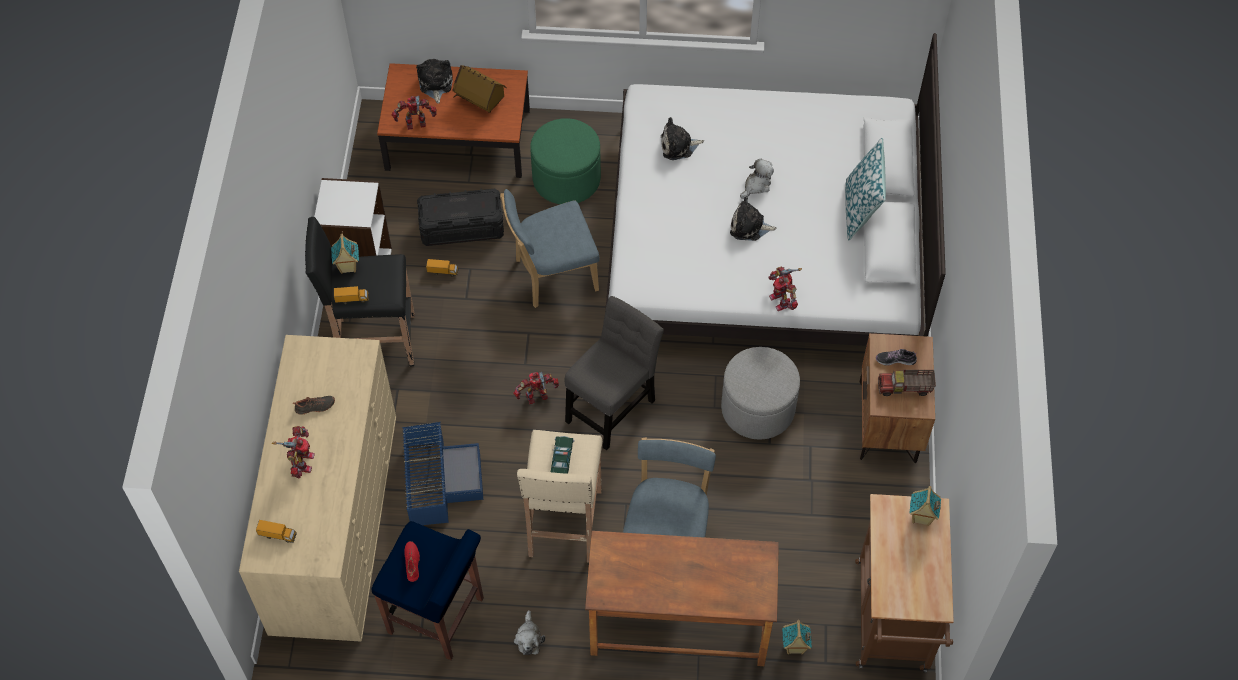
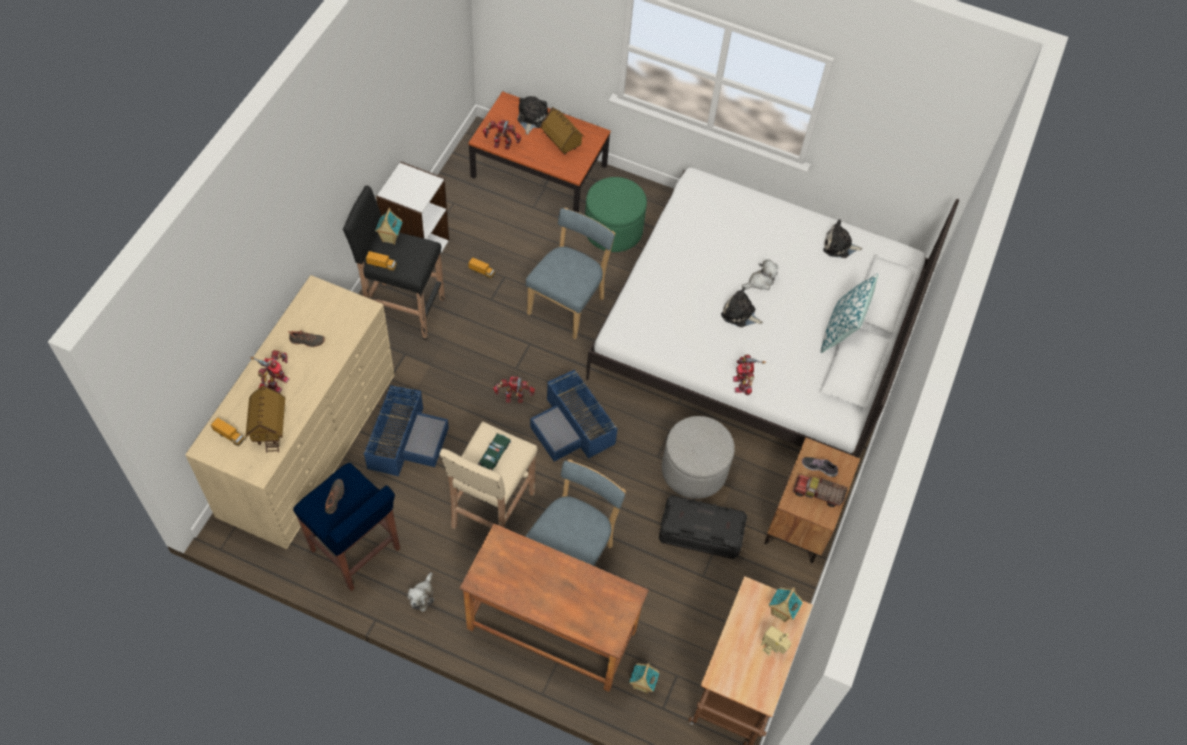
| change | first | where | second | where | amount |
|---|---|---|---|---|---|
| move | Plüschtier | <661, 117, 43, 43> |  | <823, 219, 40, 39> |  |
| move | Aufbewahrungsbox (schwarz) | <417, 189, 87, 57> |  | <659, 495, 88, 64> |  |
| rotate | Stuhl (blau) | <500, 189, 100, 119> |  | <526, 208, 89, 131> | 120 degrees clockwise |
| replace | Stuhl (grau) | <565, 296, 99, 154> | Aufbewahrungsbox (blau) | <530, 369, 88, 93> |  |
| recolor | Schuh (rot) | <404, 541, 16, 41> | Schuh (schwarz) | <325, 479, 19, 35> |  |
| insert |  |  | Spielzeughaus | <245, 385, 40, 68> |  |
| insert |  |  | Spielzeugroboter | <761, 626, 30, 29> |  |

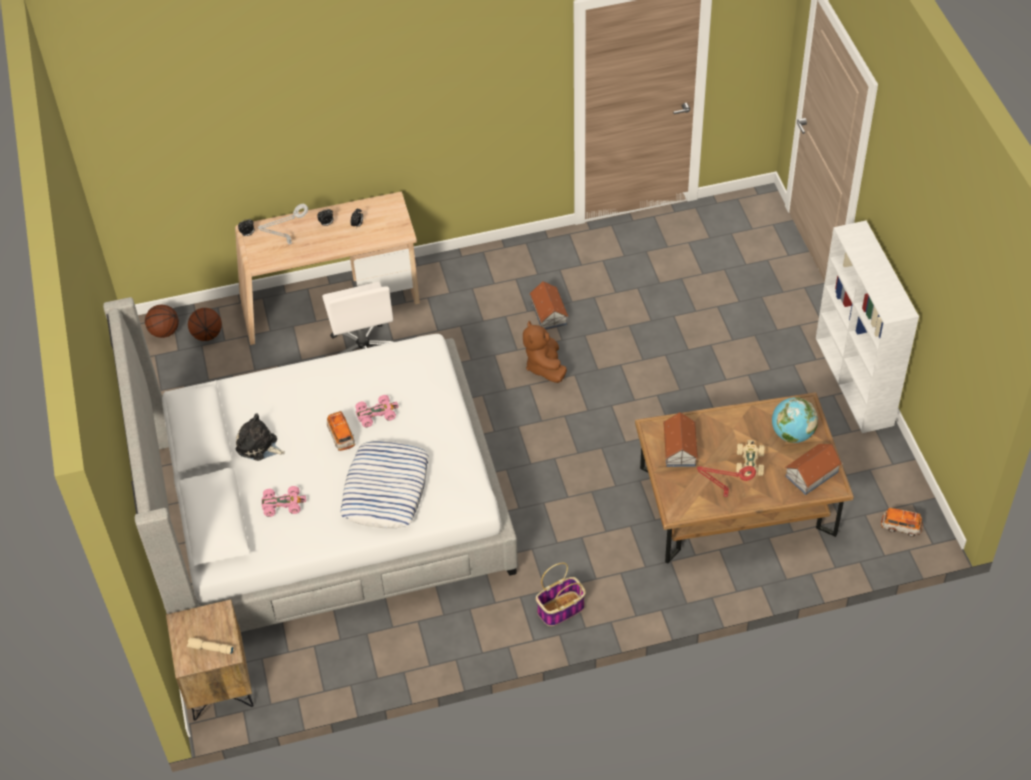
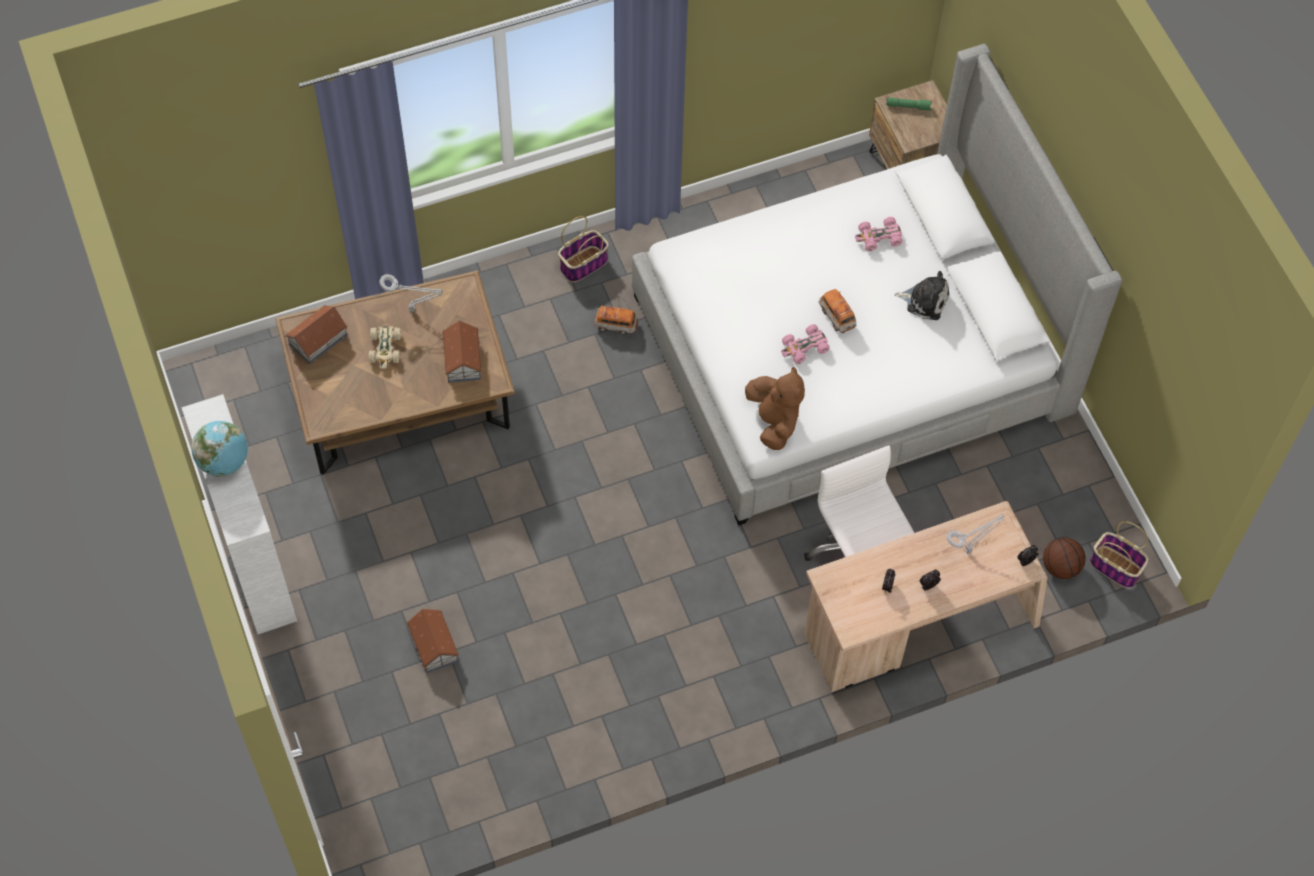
| change | first | where | second | where | amount |
|---|---|---|---|---|---|
| move | Spielzeughaus | <529, 281, 39, 49> |  | <407, 609, 52, 64> |  |
| replace | Basketball | <145, 305, 34, 33> | Korb | <1090, 521, 59, 67> |  |
| move | Plüschtier (braun) | <523, 320, 44, 63> |  | <745, 366, 60, 84> |  |
| move | Globus | <772, 397, 46, 46> |  | <191, 421, 57, 56> |  |
| delete | Kissen | <340, 441, 89, 87> |  |  |  |
| recolor | Tischlampe (rot) | <697, 466, 59, 31> | Tischlampe (grau) | <379, 274, 64, 38> |  |
| move | Spielzeugauto | <881, 508, 42, 29> |  | <594, 305, 44, 30> |  |
| recolor | Taschenlampe (beige) | <187, 637, 47, 17> | Taschenlampe (grün) | <886, 98, 46, 12> |  |

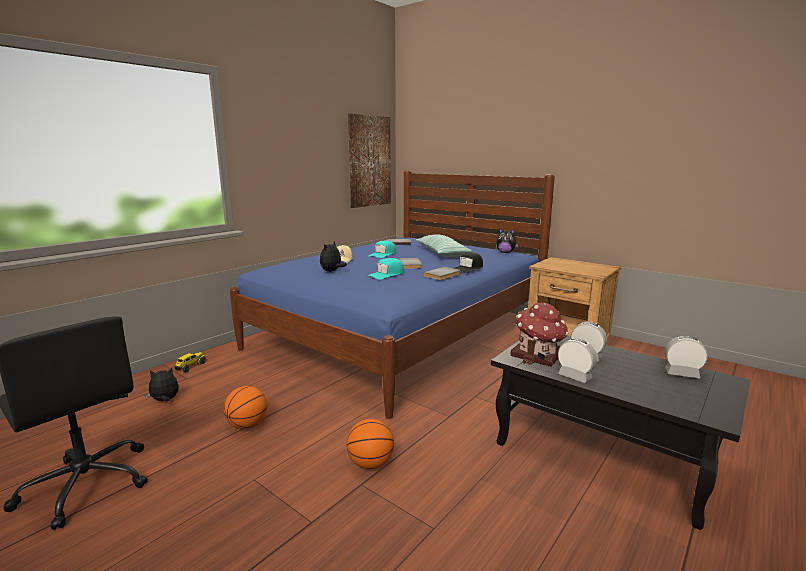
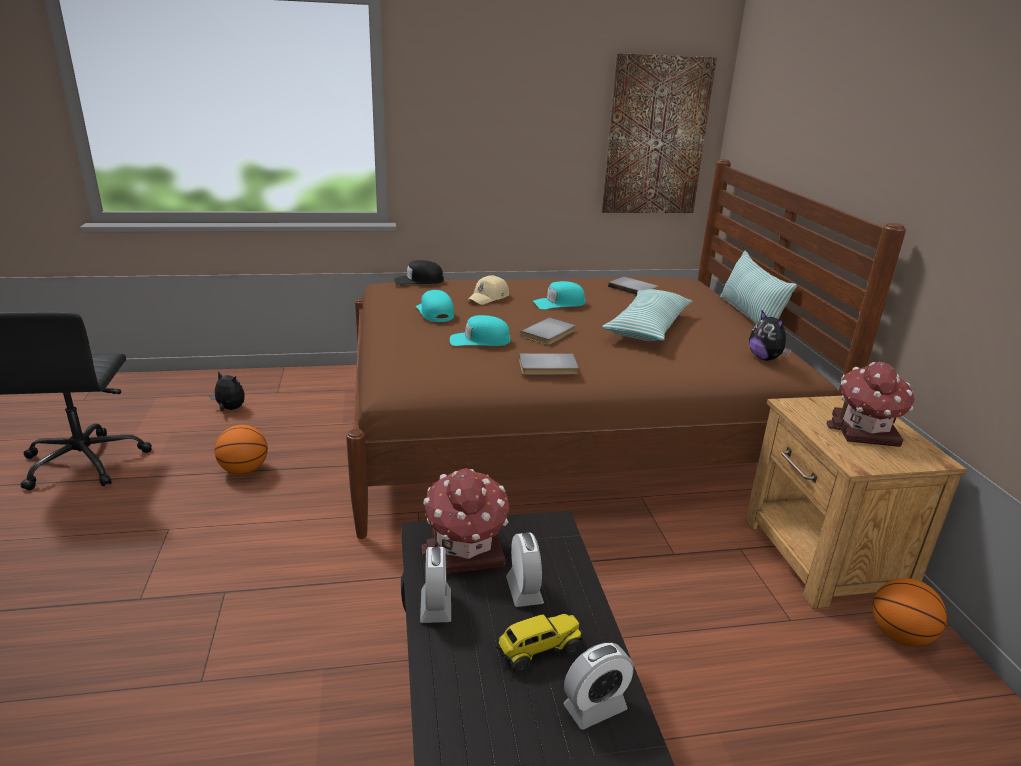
| change | first | where | second | where | amount |
|---|---|---|---|---|---|
| recolor | Bett (blau) | <230, 170, 325, 249> | Bett (braun) | <346, 159, 560, 380> |  |
| replace | Plüschtier | <320, 241, 27, 31> | Kappe (türkis) | <416, 290, 38, 32> |  |
| move | Kappe (schwarz) | <454, 253, 29, 20> |  | <394, 260, 50, 25> |  |
| rotate | Wecker | <665, 336, 43, 43> |  | <563, 643, 71, 87> | 90 degrees clockwise |
| move | Spielzeuglaster | <174, 352, 32, 20> |  | <494, 614, 90, 60> |  |
| move | Basketball | <346, 419, 48, 50> |  | <872, 578, 75, 68> |  |
| insert |  |  | Kissen | <720, 251, 77, 73> |  |
| insert |  |  | Spielzeughaus | <827, 361, 88, 86> |  |

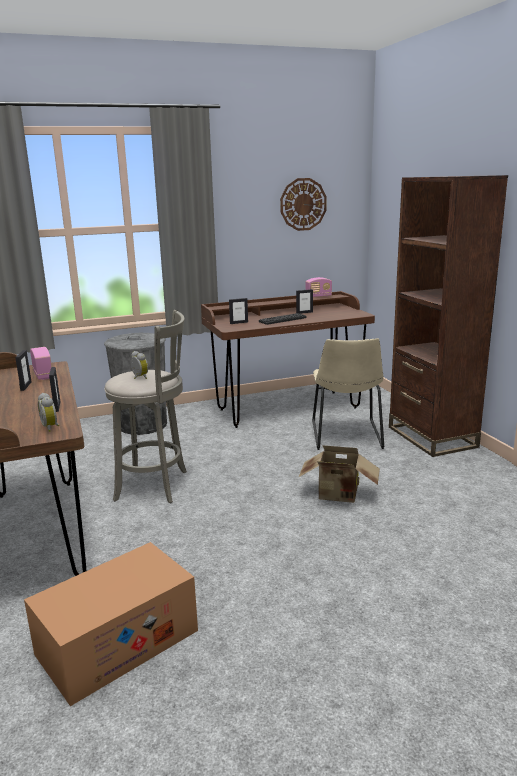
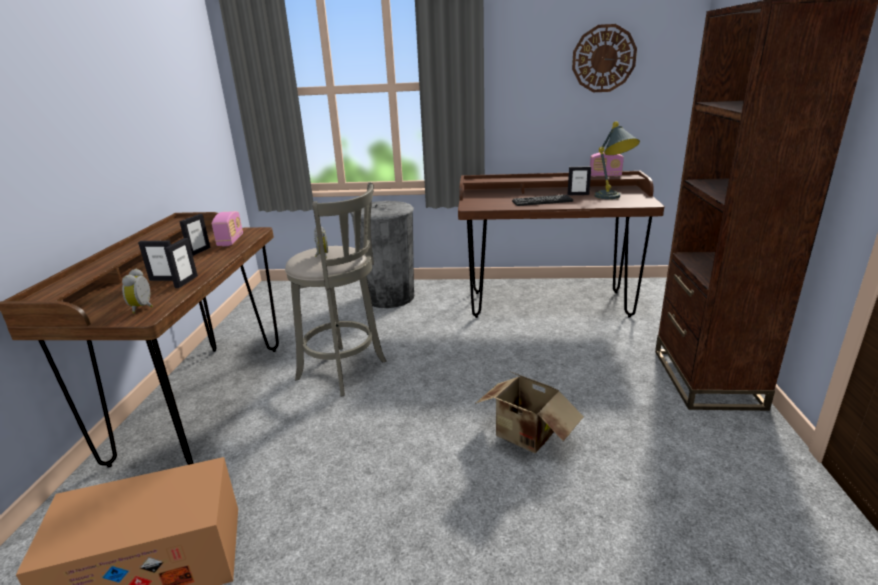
| change | first | where | second | where | amount |
|---|---|---|---|---|---|
| move | Bilderrahmen | <229, 298, 19, 26> |  | <138, 241, 35, 40> |  |
| delete | Stuhl (beige) | <312, 338, 73, 112> |  |  |  |
| insert |  |  | Tischlampe (grau) | <595, 121, 45, 78> |  |

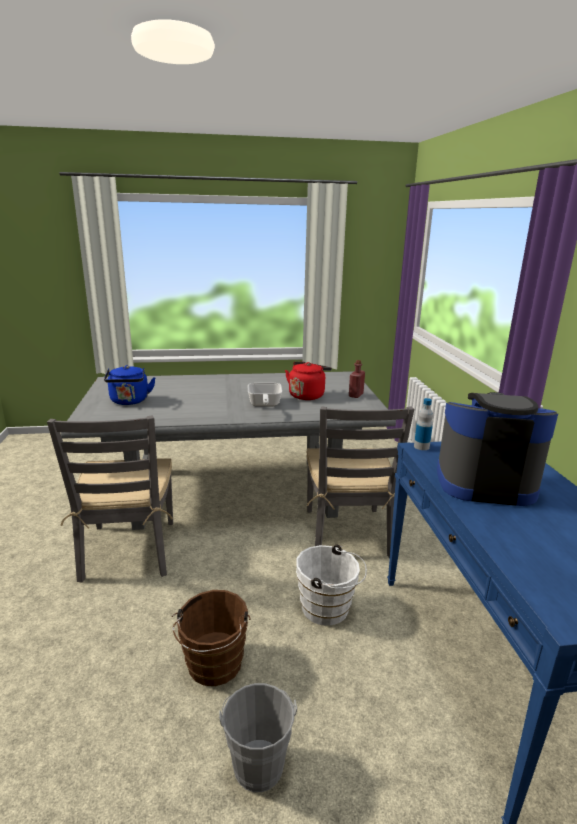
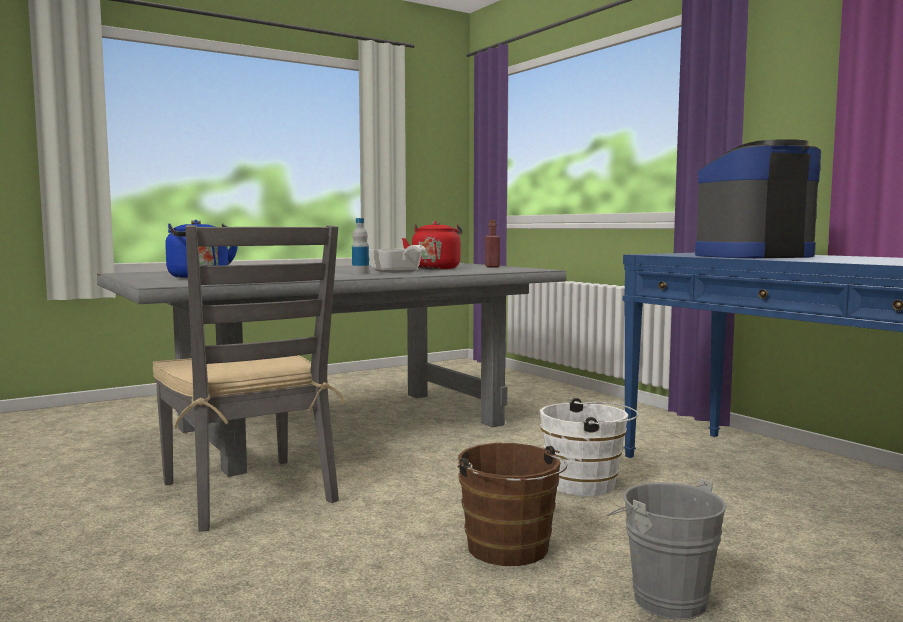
| change | first | where | second | where | amount |
|---|---|---|---|---|---|
| move | Flasche | <414, 398, 19, 52> |  | <352, 218, 17, 56> |  |
| delete | Stuhl (grau) | <307, 406, 107, 152> |  |  |  |

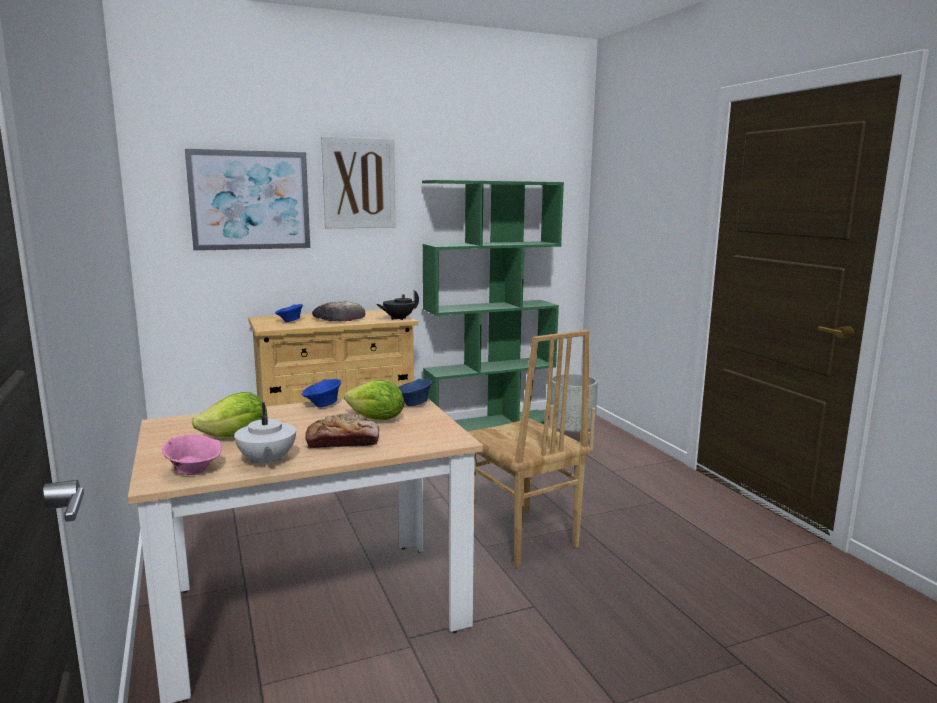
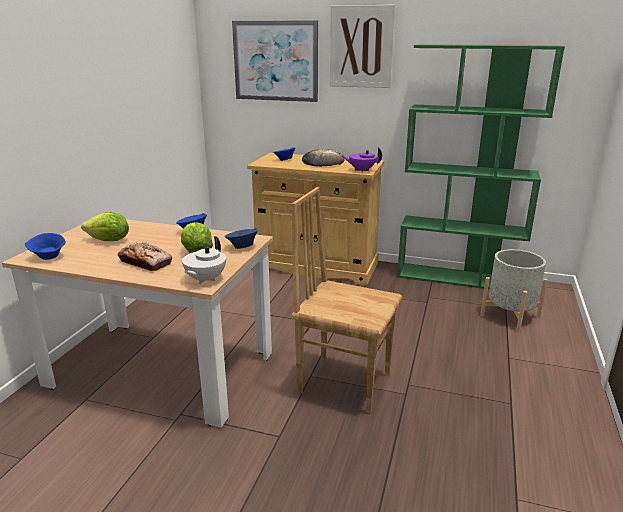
| change | first | where | second | where | amount |
|---|---|---|---|---|---|
| recolor | Teekanne (schwarz) | <376, 290, 43, 30> | Teekanne (lila) | <342, 147, 40, 25> |  |
| rotate | Stuhl (braun) | <467, 330, 123, 238> |  | <292, 187, 110, 226> | 105 degrees clockwise |
| move | Teekanne (weiß) | <234, 402, 62, 65> |  | <182, 236, 44, 48> |  |
| recolor | Schüssel (rosa) | <162, 435, 59, 40> | Schüssel (blau) | <25, 233, 41, 27> |  |

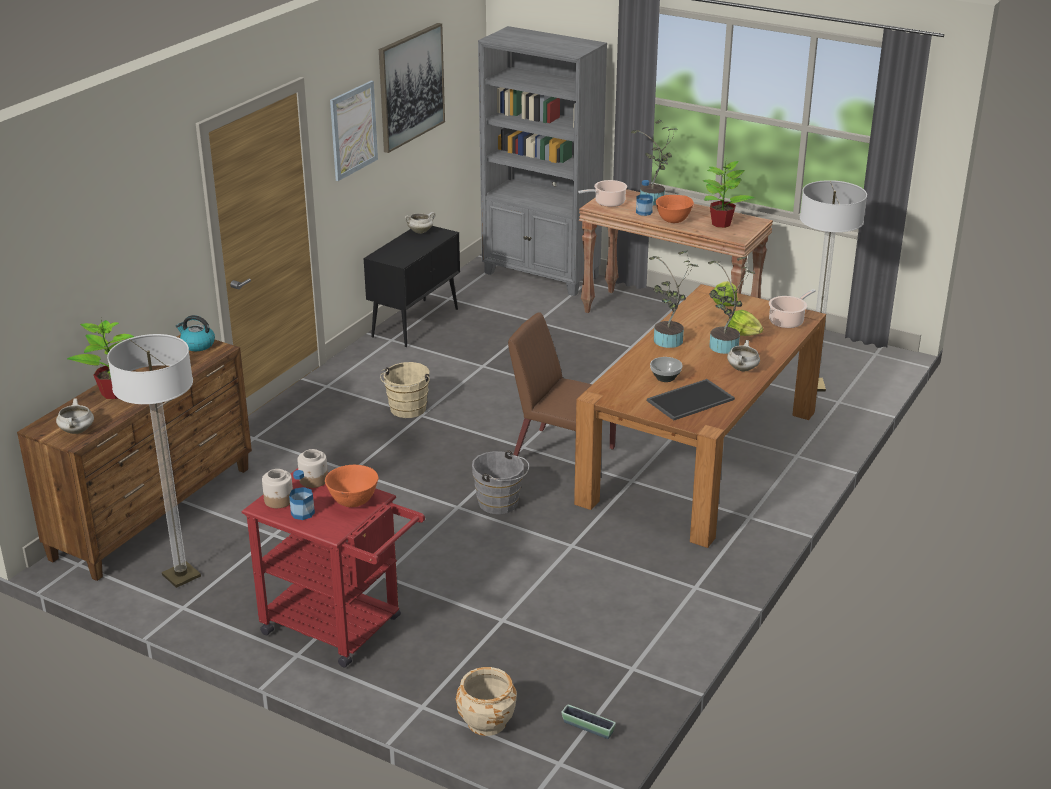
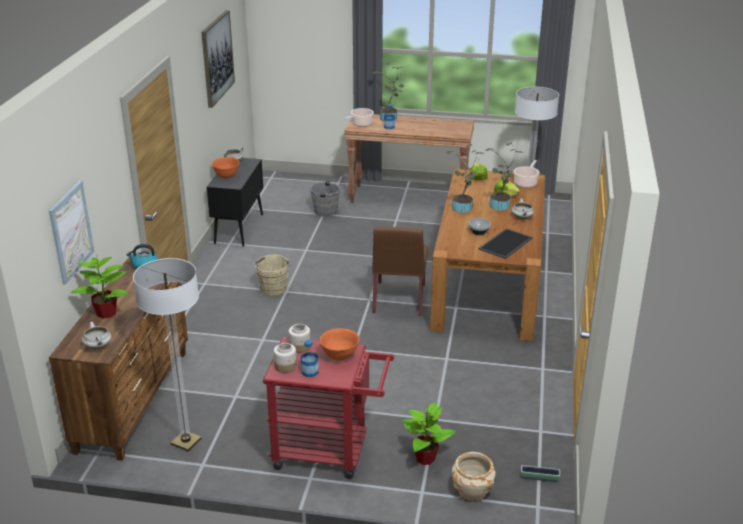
| change | first | where | second | where | amount |
|---|---|---|---|---|---|
| delete | Bücherregal (grau) | <478, 26, 129, 270> |  |  |  |
| move | Bild | <330, 81, 48, 100> |  | <49, 181, 45, 104> |  |
| move | Topfpflanze | <703, 161, 52, 67> |  | <403, 402, 53, 63> |  |
| move | Schüssel (orange) | <656, 195, 38, 28> |  | <212, 157, 28, 21> |  |
| rotate | Stuhl (braun) | <508, 312, 108, 144> |  | <372, 227, 56, 89> | 90 degrees counterclockwise |
| move | Eimer (grau) | <472, 450, 57, 64> |  | <310, 181, 34, 36> |  |

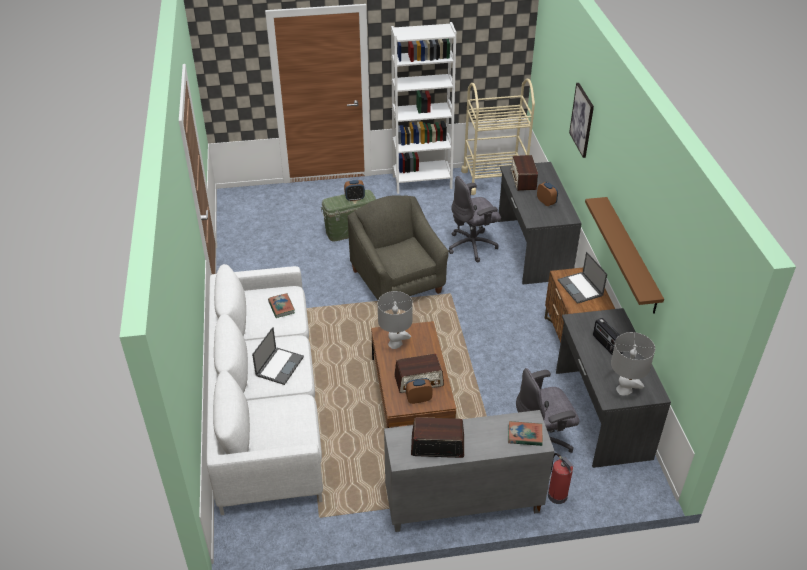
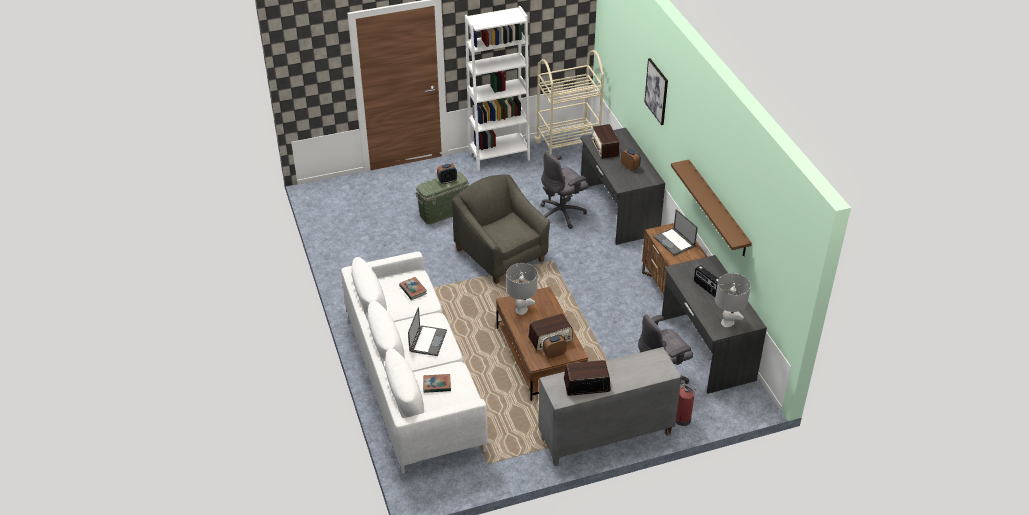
| change | first | where | second | where | amount |
|---|---|---|---|---|---|
| move | Buch | <508, 421, 35, 25> |  | <423, 374, 28, 19> |  |

